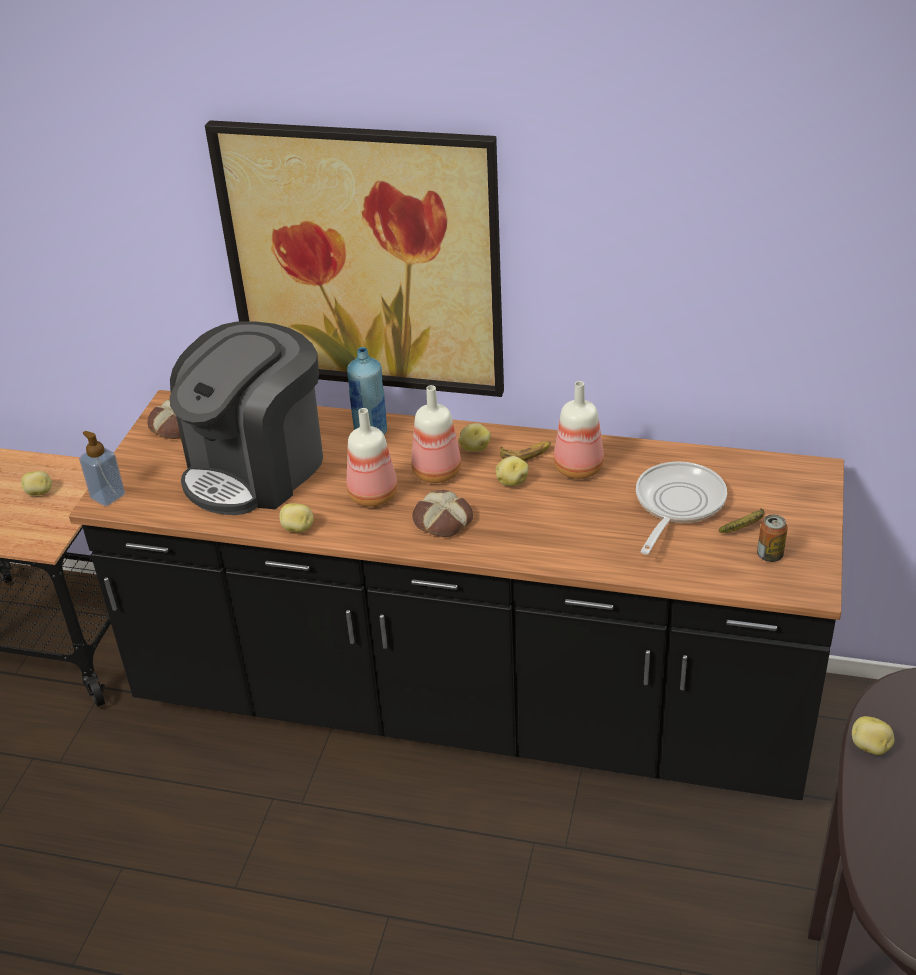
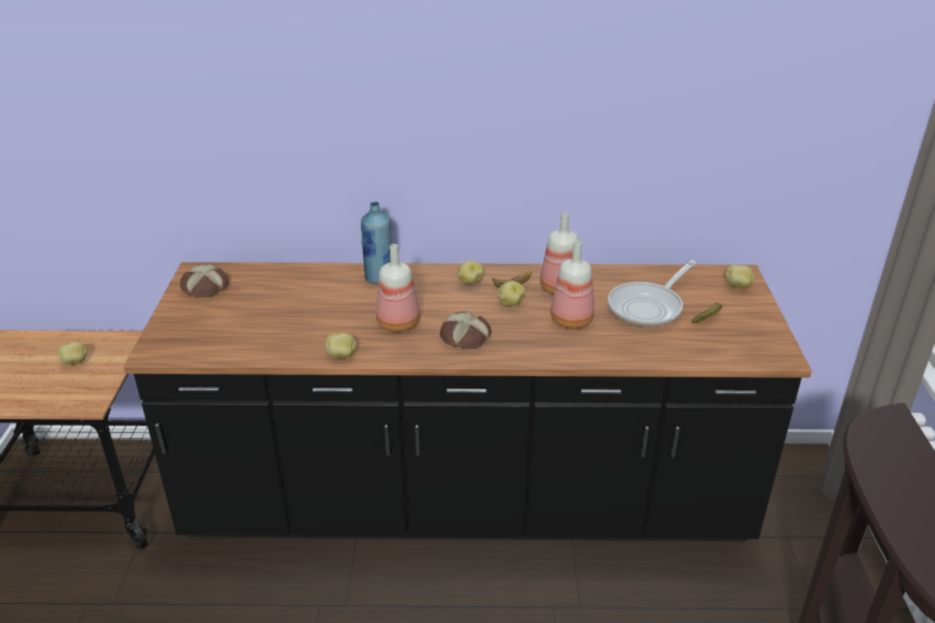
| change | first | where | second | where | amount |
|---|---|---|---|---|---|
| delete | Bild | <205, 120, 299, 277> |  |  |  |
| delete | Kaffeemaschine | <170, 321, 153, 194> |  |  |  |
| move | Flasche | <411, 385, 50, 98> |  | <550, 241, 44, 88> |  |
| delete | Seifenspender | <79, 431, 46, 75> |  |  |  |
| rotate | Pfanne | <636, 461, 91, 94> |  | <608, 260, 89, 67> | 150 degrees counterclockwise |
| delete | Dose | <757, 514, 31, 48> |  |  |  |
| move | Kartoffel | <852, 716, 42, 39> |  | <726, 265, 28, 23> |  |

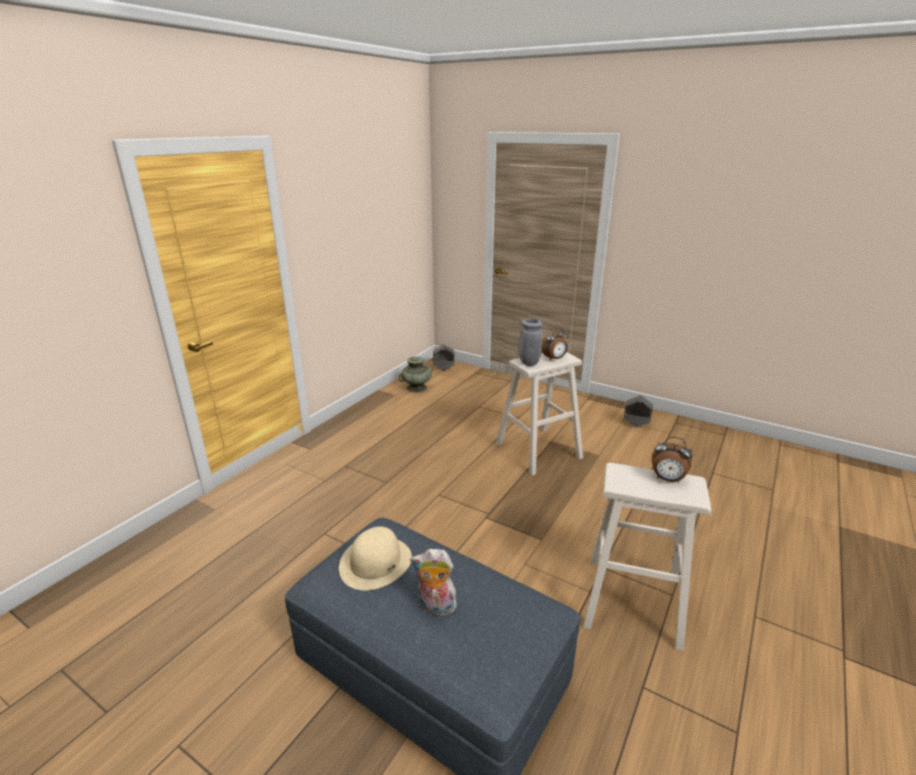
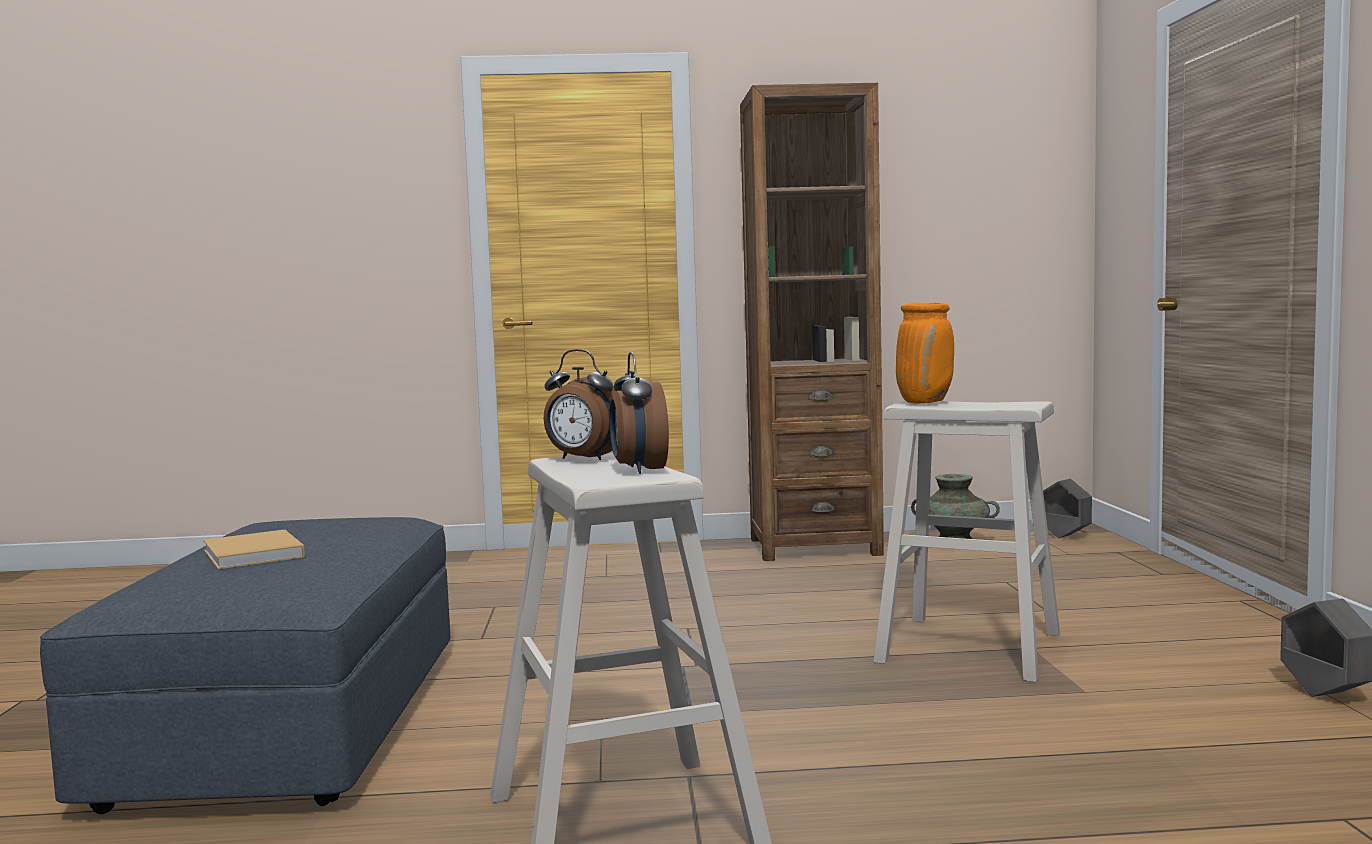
| change | first | where | second | where | amount |
|---|---|---|---|---|---|
| recolor | Vase (grau) | <519, 318, 24, 48> | Vase (orange) | <896, 303, 58, 101> |  |
| move | Wecker | <542, 327, 26, 33> |  | <544, 349, 72, 111> |  |
| delete | Hut (beige) | <339, 526, 73, 65> |  |  |  |
| replace | Plüschtier | <410, 549, 47, 67> | Buch (beige) | <203, 529, 102, 40> |  |
| insert |  |  | Bücherregal (braun) | <740, 83, 144, 478> |  |

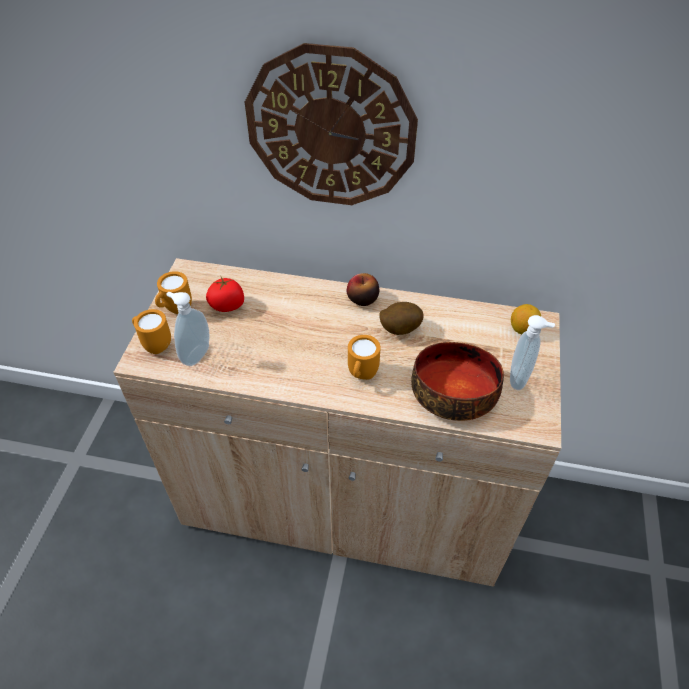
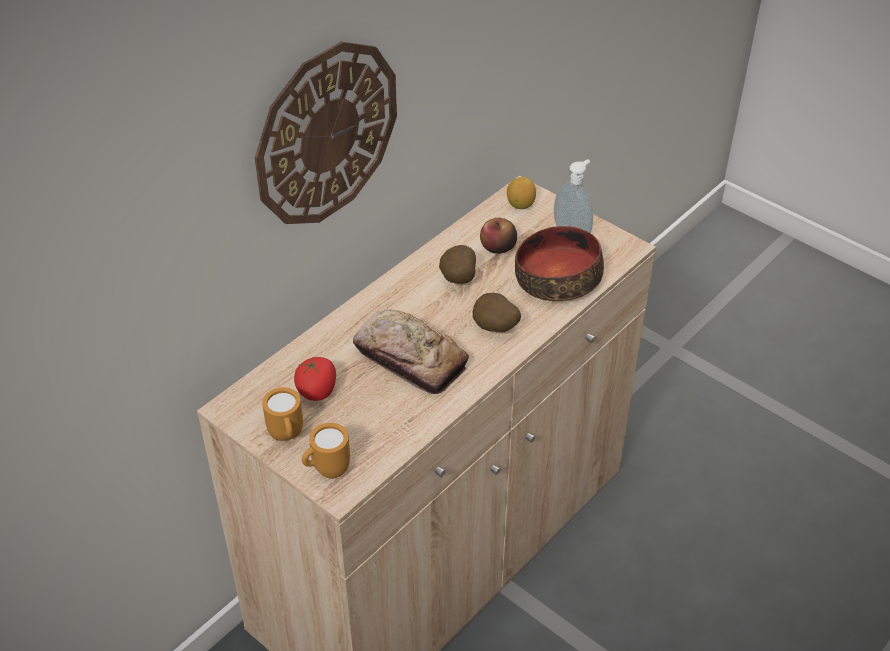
| change | first | where | second | where | amount |
|---|---|---|---|---|---|
| move | Apfel | <347, 273, 32, 33> |  | <480, 218, 37, 36> |  |
| delete | Seifenspender | <167, 292, 43, 74> |  |  |  |
| replace | Henkelbecher (orange) | <348, 335, 33, 45> | Kartoffel | <473, 293, 48, 39> |  |
| insert |  |  | Brot | <353, 310, 116, 84> |  |

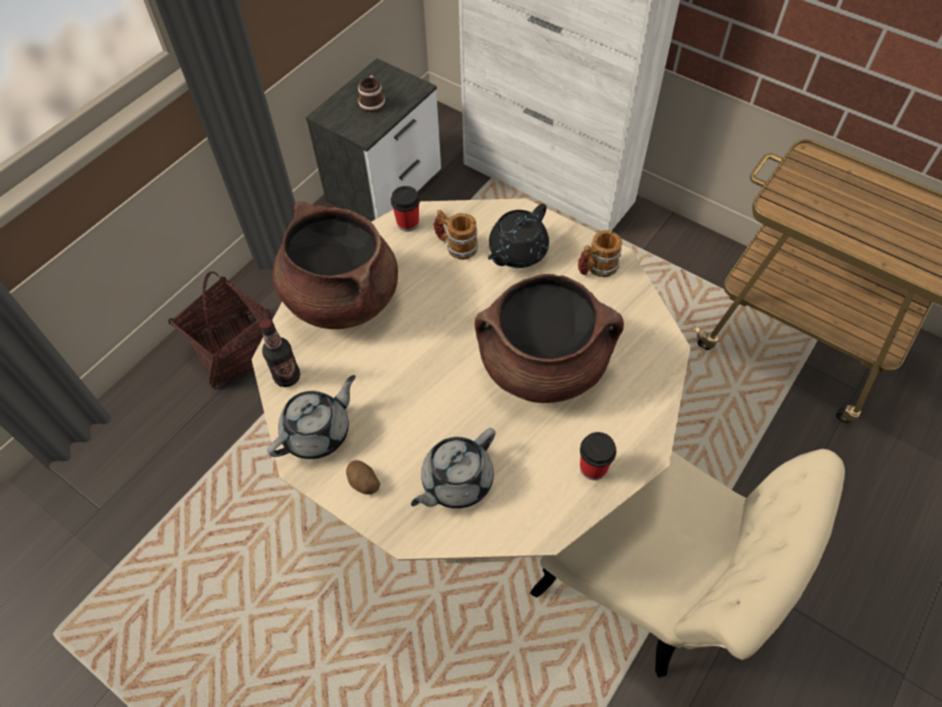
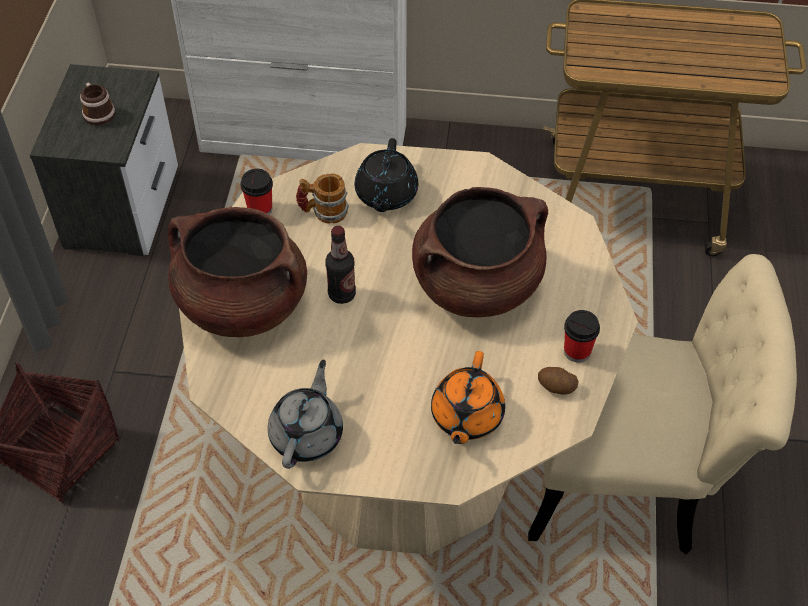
| change | first | where | second | where | amount |
|---|---|---|---|---|---|
| delete | Henkelbecher | <578, 230, 44, 48> |  |  |  |
| move | Flasche | <260, 318, 40, 69> |  | <325, 226, 31, 78> |  |
| recolor | Teekanne (grau) | <411, 428, 85, 81> | Teekanne (orange) | <431, 351, 74, 93> |  |
| move | Kartoffel | <346, 460, 34, 34> |  | <538, 367, 41, 28> |  |

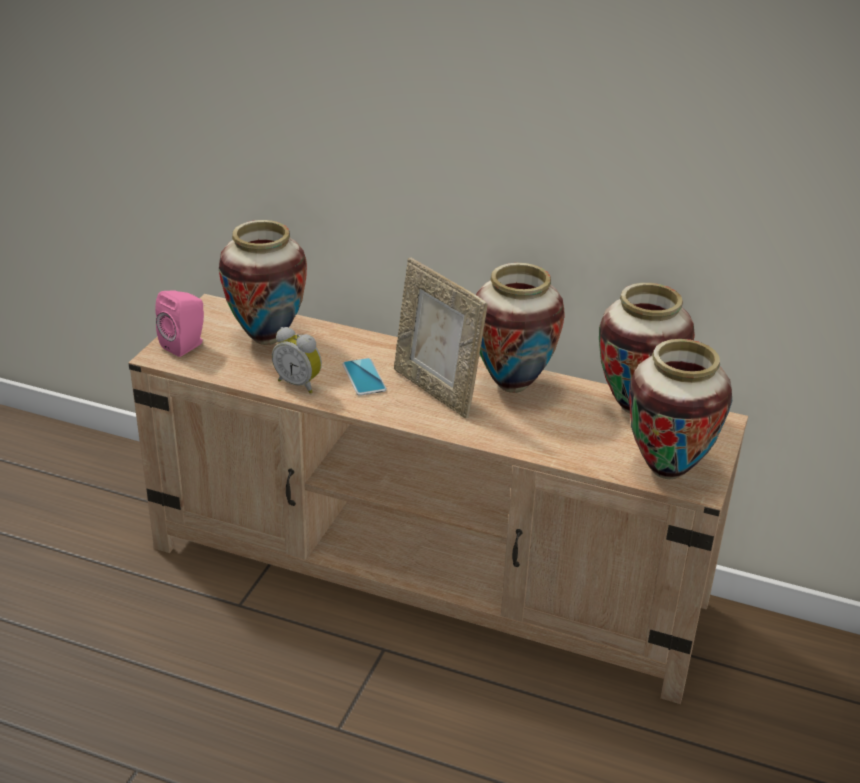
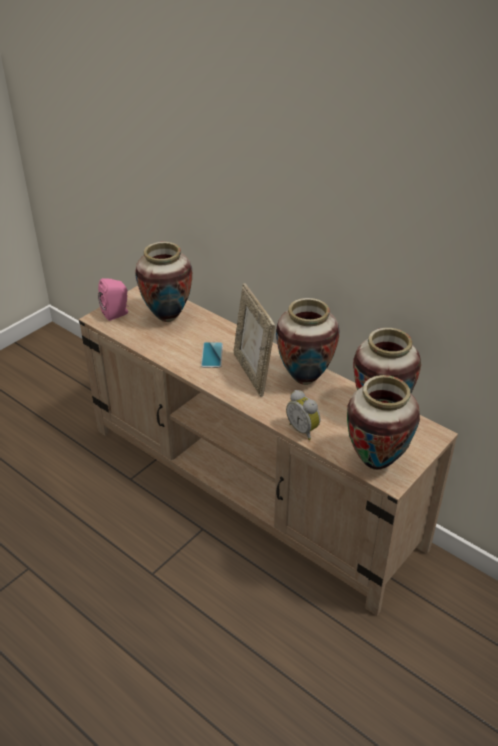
| change | first | where | second | where | amount |
|---|---|---|---|---|---|
| move | Wecker | <272, 327, 50, 67> |  | <286, 390, 34, 50> |  |

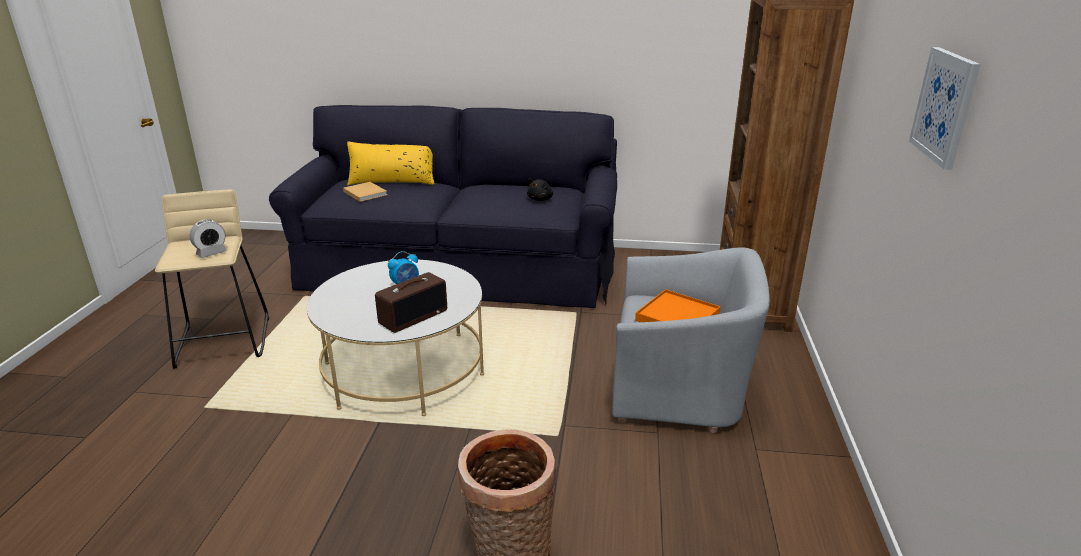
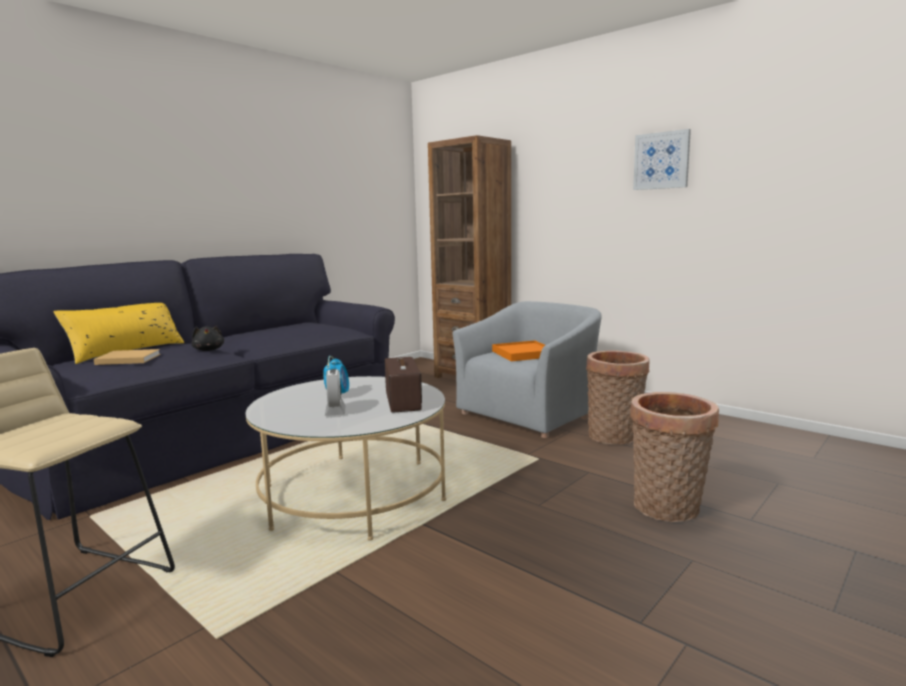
| change | first | where | second | where | amount |
|---|---|---|---|---|---|
| move | Plüschtier (schwarz) | <527, 178, 26, 23> |  | <192, 326, 32, 25> |  |
| move | Wecker | <189, 219, 38, 39> |  | <325, 369, 21, 47> |  |
| insert |  |  | Korb | <586, 351, 64, 94> |  |

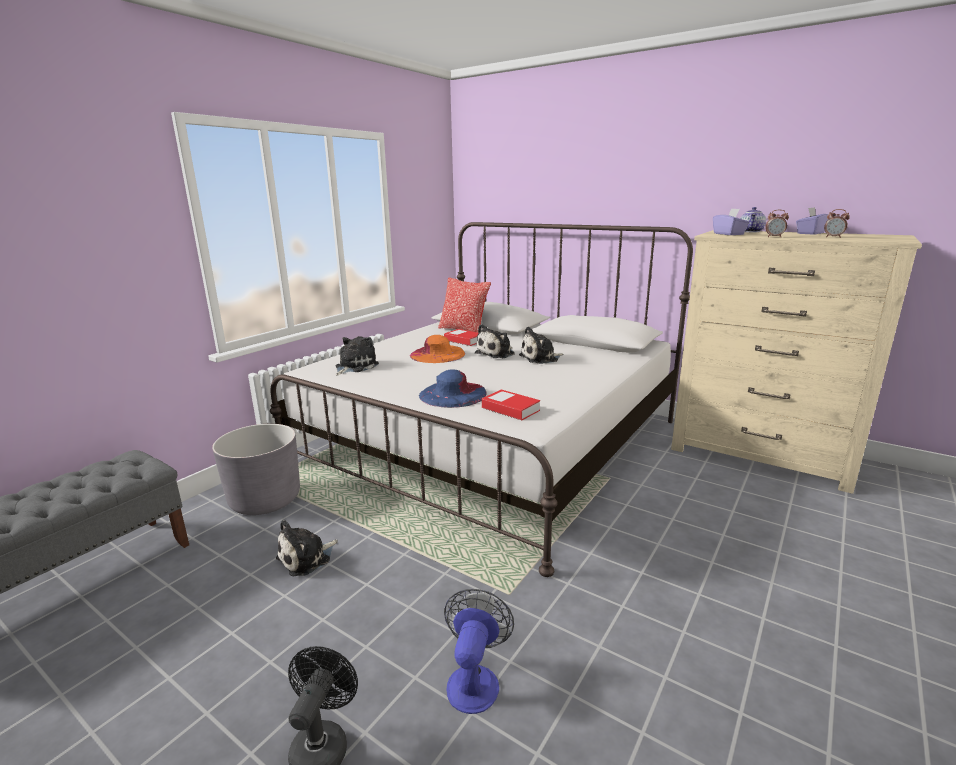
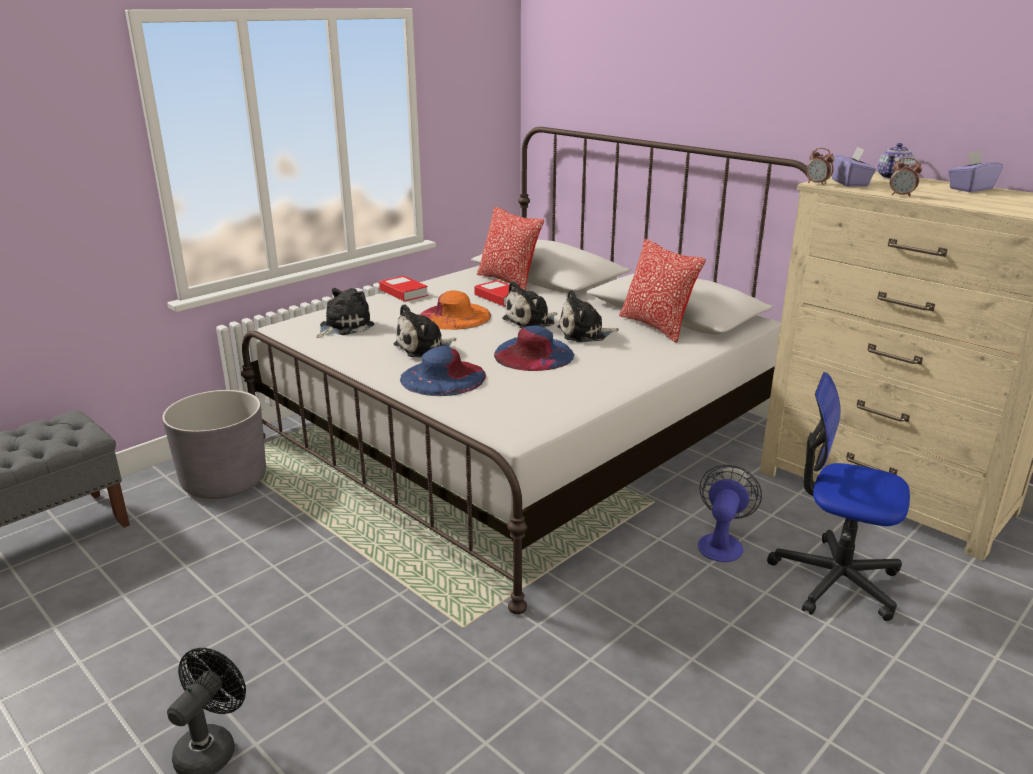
| change | first | where | second | where | amount |
|---|---|---|---|---|---|
| move | Wecker | <824, 209, 26, 29> |  | <806, 148, 28, 37> |  |
| move | Buch | <482, 390, 58, 30> |  | <379, 276, 49, 26> |  |
| move | Plüschtier | <276, 520, 62, 57> |  | <393, 304, 63, 54> |  |
| move | Ventilator | <444, 589, 70, 125> |  | <698, 465, 64, 97> |  |
| insert |  |  | Kissen | <619, 239, 87, 104> |  |
| insert |  |  | Hut (blau) | <494, 325, 80, 46> |  |
| insert |  |  | Bürostuhl | <767, 372, 143, 249> |  |

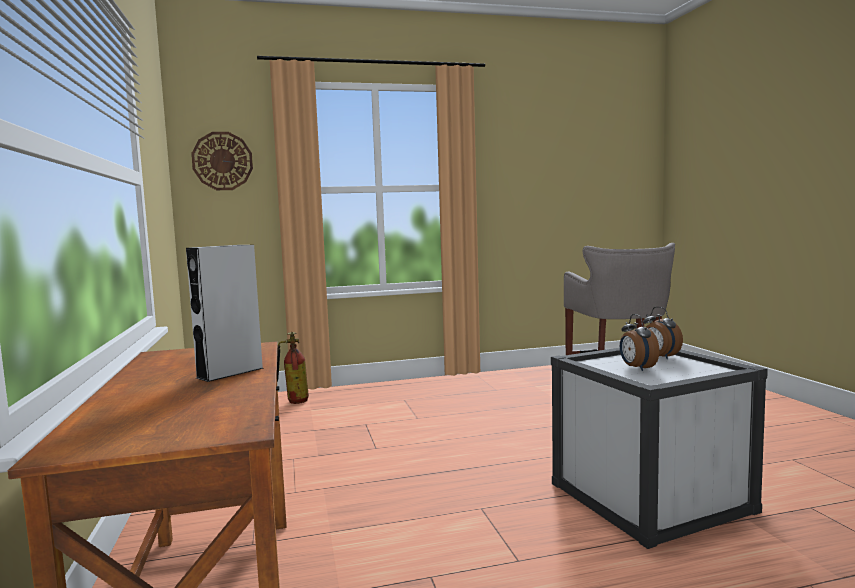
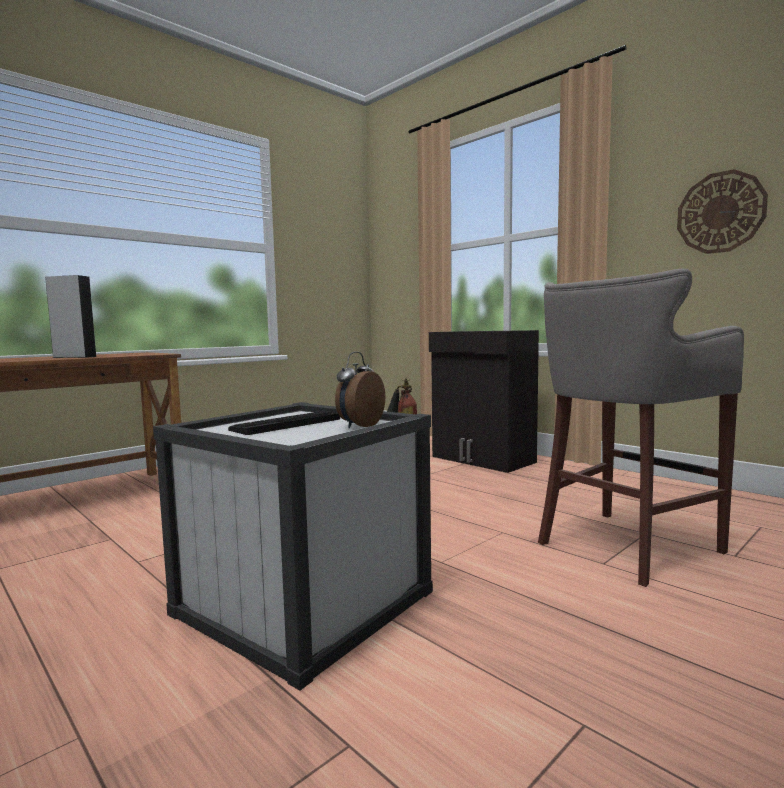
| change | first | where | second | where | amount |
|---|---|---|---|---|---|
| move | Wanduhr | <191, 132, 62, 58> |  | <677, 169, 91, 85> |  |
| replace | Wecker | <620, 314, 40, 57> | Tastatur | <228, 412, 112, 23> |  |
| insert |  |  | Schrank (schwarz) | <429, 330, 110, 143> |  |

